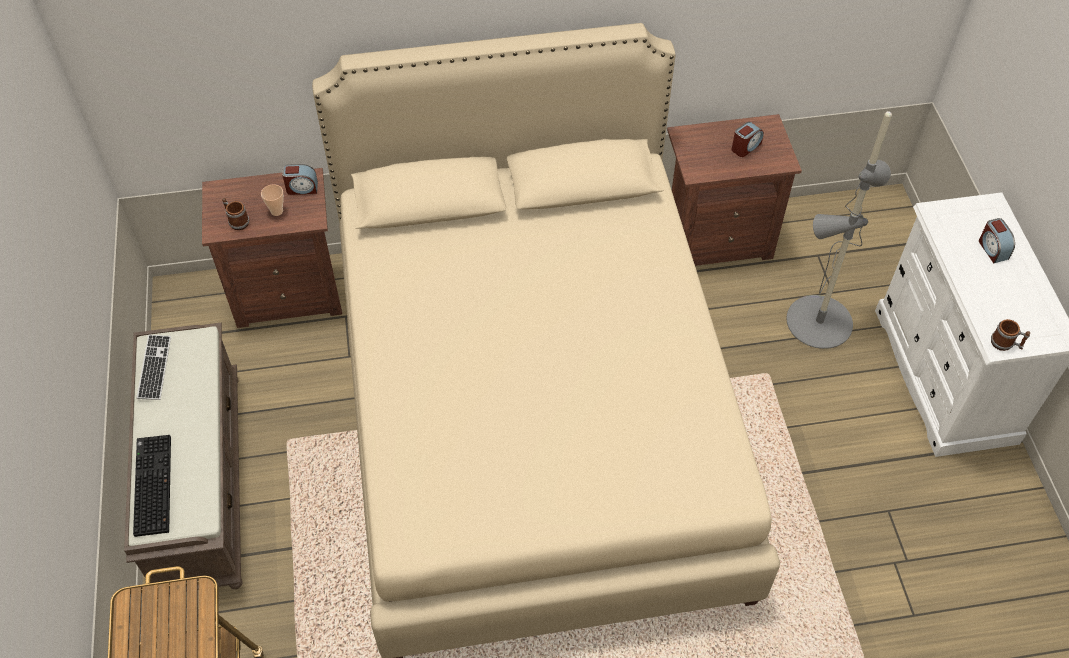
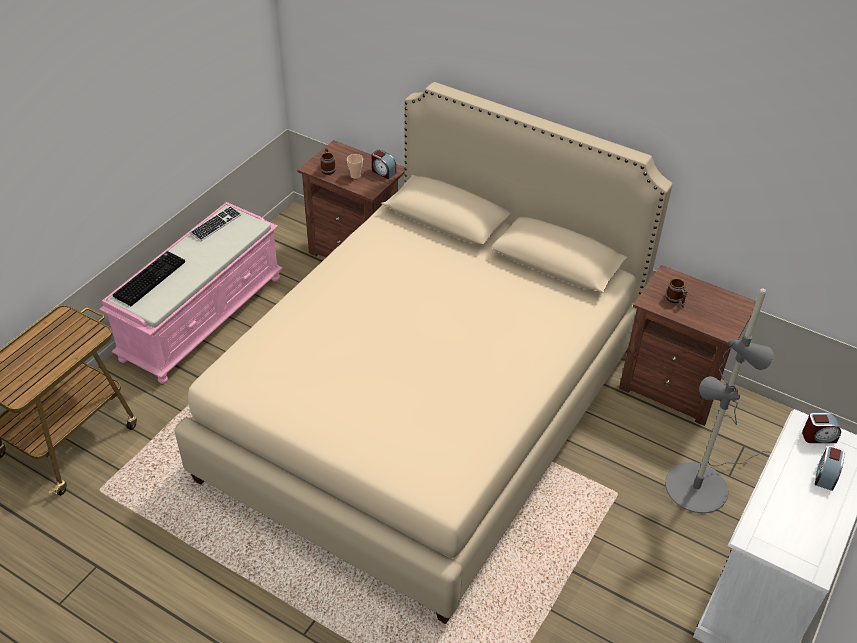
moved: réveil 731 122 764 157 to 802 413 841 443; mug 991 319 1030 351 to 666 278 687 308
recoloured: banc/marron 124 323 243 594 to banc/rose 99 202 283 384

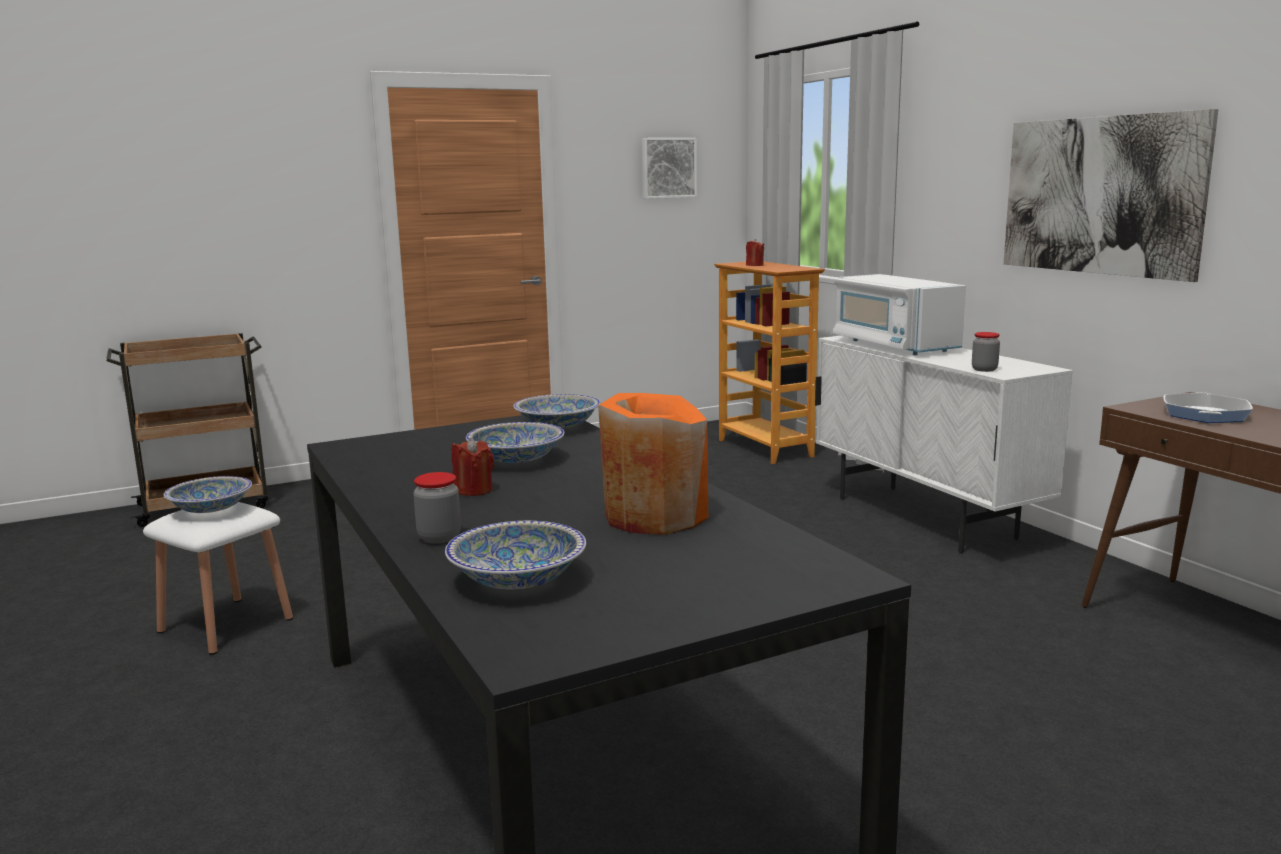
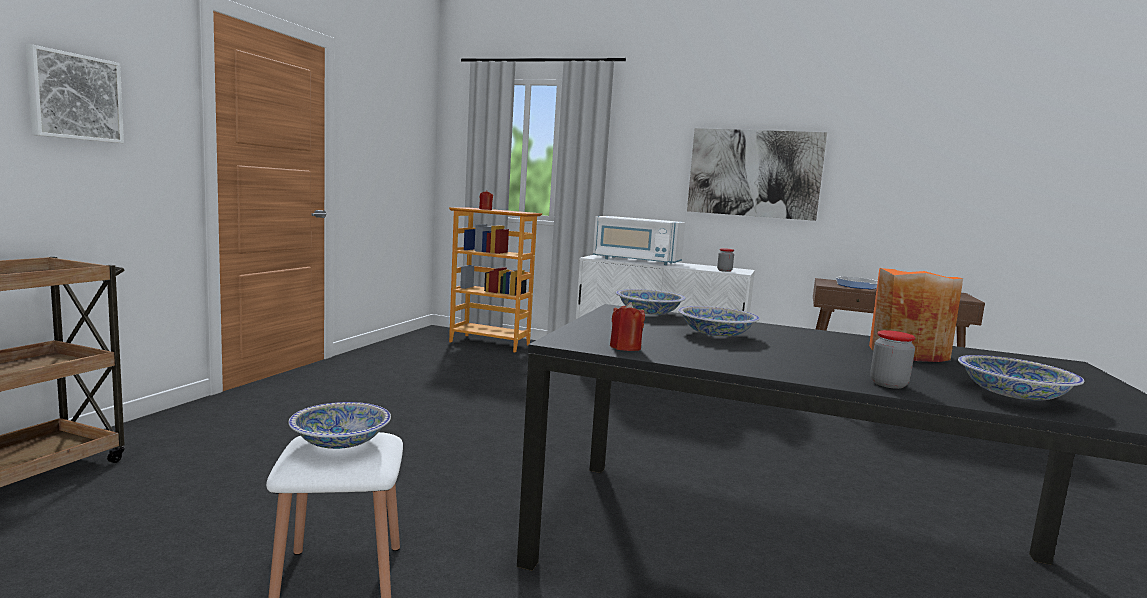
moved: tableau 642 138 697 199 to 26 45 124 143; bougie/rouge 451 438 494 496 to 610 302 645 351

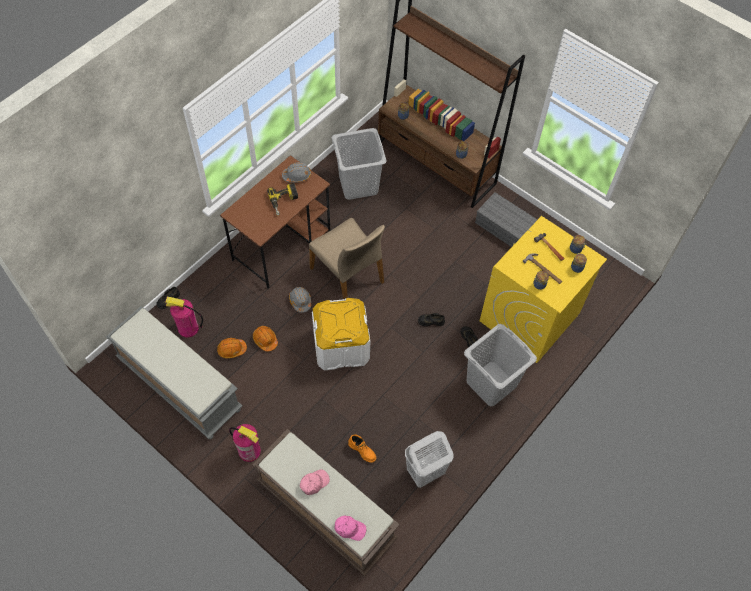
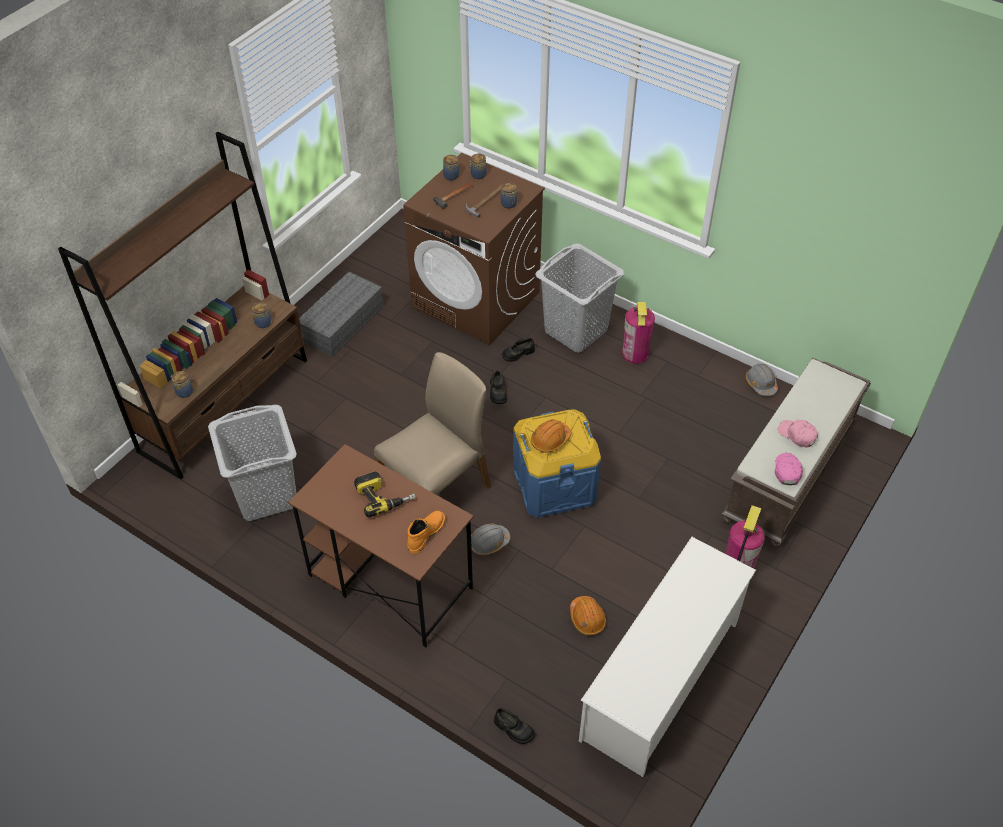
removed: panier à linge/blanc 405 431 454 488
moved: casque de chantier/gris 282 162 311 182 to 746 364 778 396; extincteur 165 297 203 337 to 622 302 655 364; casque de chantier/orange 253 326 278 351 to 531 419 571 453; botte/orange 348 434 376 463 to 407 511 445 554; casquette/rose 335 516 366 541 to 775 453 803 485
replaced: banc/gris 106 306 243 439 to étagère à chaussures/blanc 579 537 756 777
recoloured: lave-linge/jaune 480 216 607 363 to lave-linge/marron 403 153 545 345; boîte de rangement/blanc 312 298 370 370 to boîte de rangement/bleu 513 409 601 518

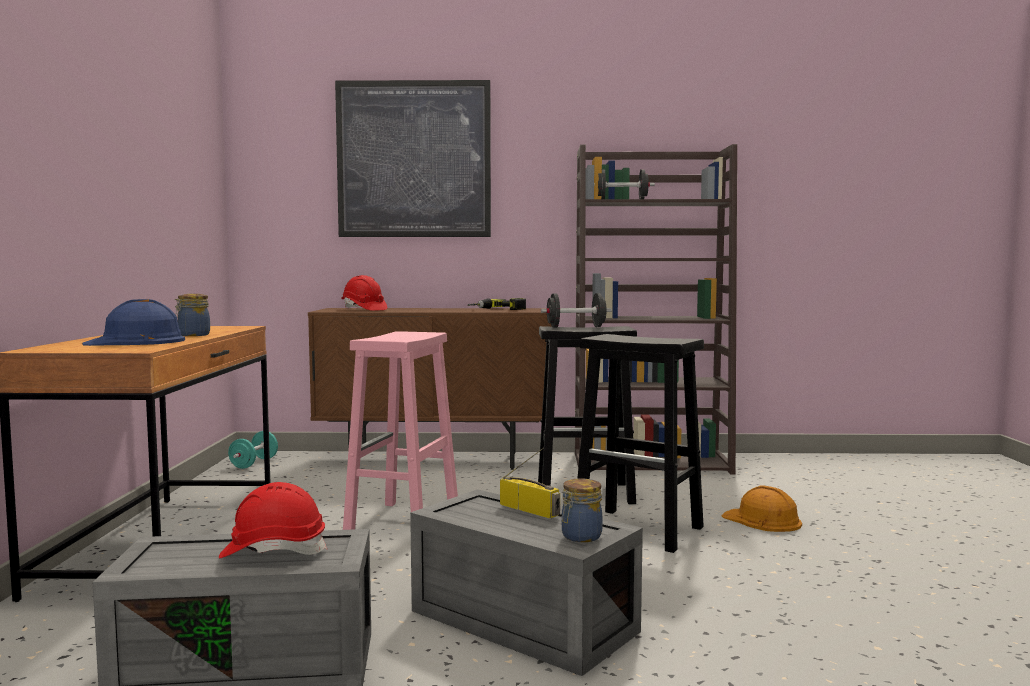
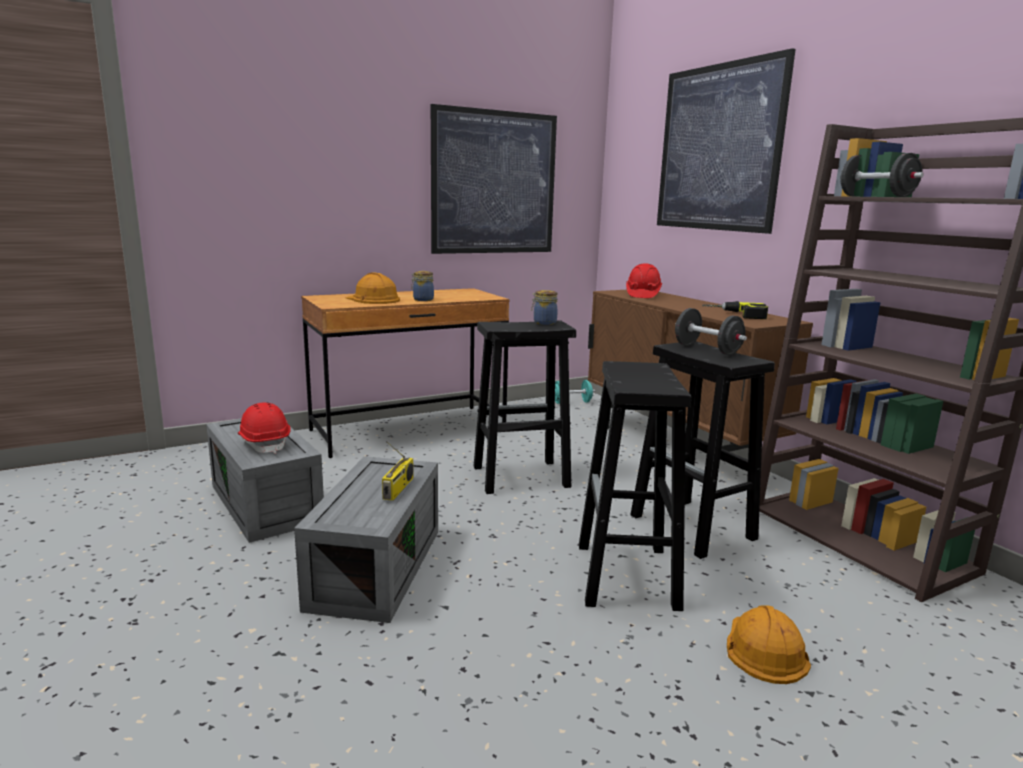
added: tableau 431 104 557 254
moved: bocal 562 478 603 542 to 531 290 557 325
recoloured: casque de chantier/bleu 82 299 185 346 to casque de chantier/orange 346 272 400 304; tabouret/rose 343 331 458 530 to tabouret/noir 474 320 576 494

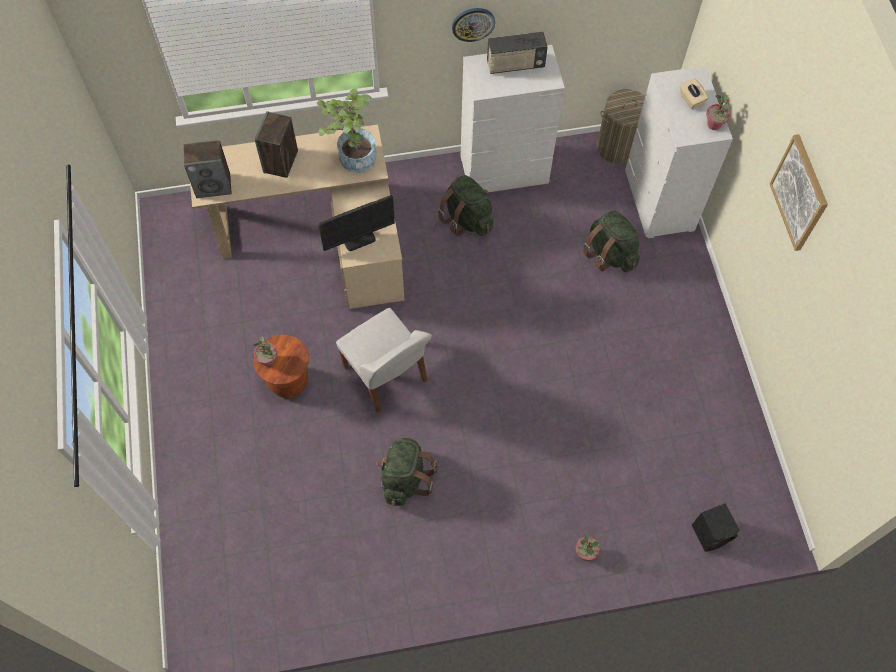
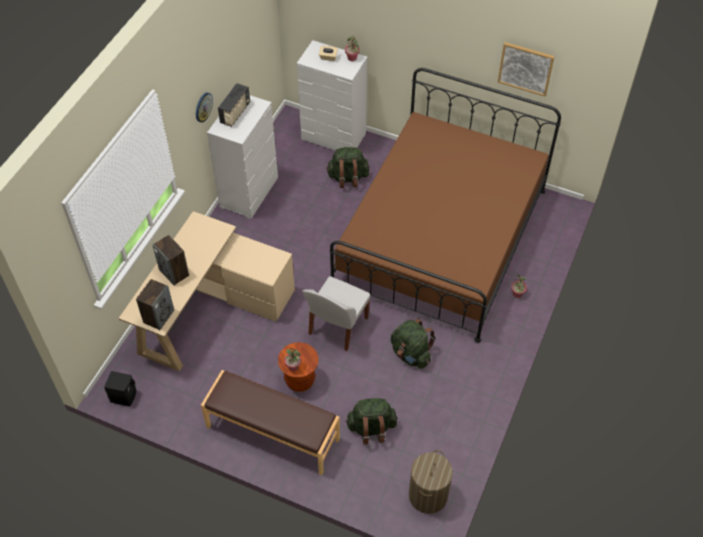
removed: plante en pot 317 89 377 173; écran d'ordinateur 318 195 395 251
added: lit/marron 329 68 561 343; banc/marron 201 370 340 475
moved: panier à linge 597 89 645 164 to 409 450 453 514; tableau 769 134 828 251 to 498 42 555 96; sac à dos/vert 438 175 493 236 to 345 398 397 444; enceinte/noir 692 503 740 552 to 104 371 136 407
turned: chaise/blanc 336 308 432 413 = 302 276 370 351 120 degrees clockwise

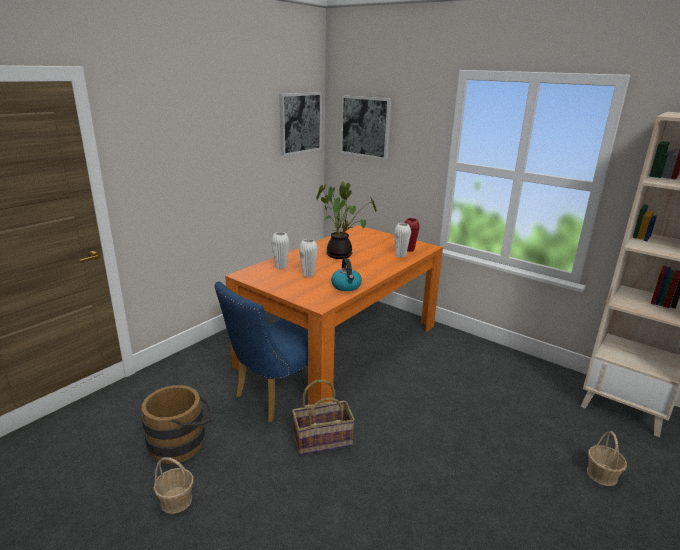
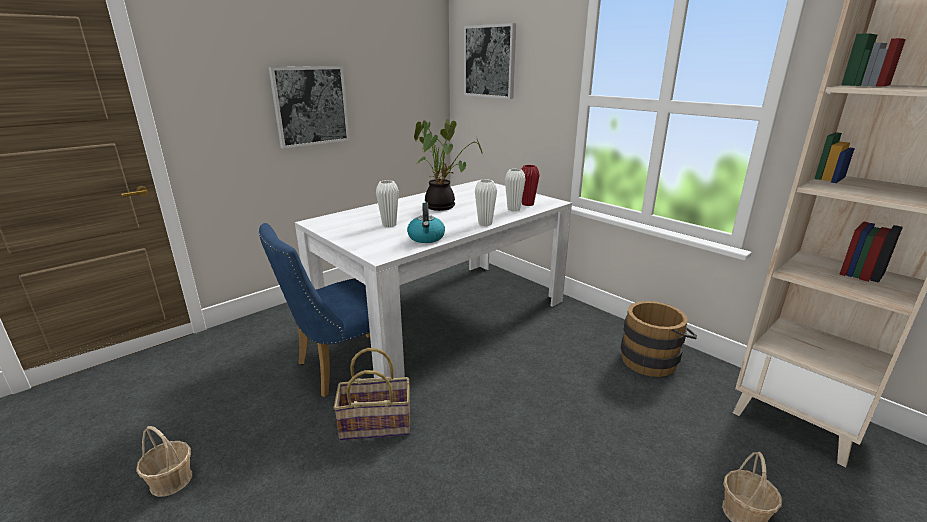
moved: tableau 279 92 322 156 to 269 66 350 149; vase/blanc 271 232 290 269 to 475 179 497 226; seau/marron 142 385 213 464 to 621 301 697 377
recoloured: table à manger/orange 225 225 443 405 to table à manger/blanc 295 180 572 378

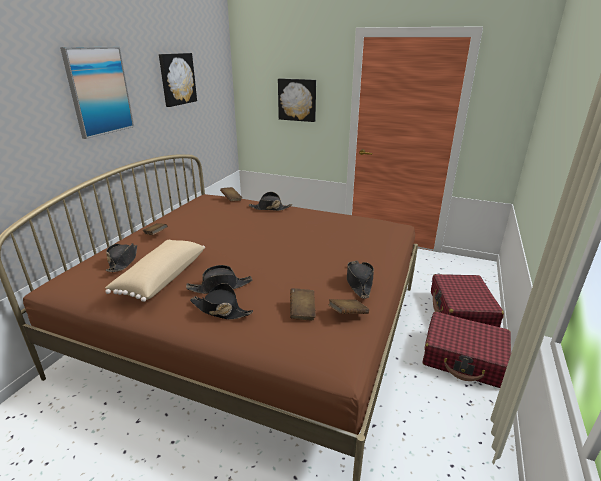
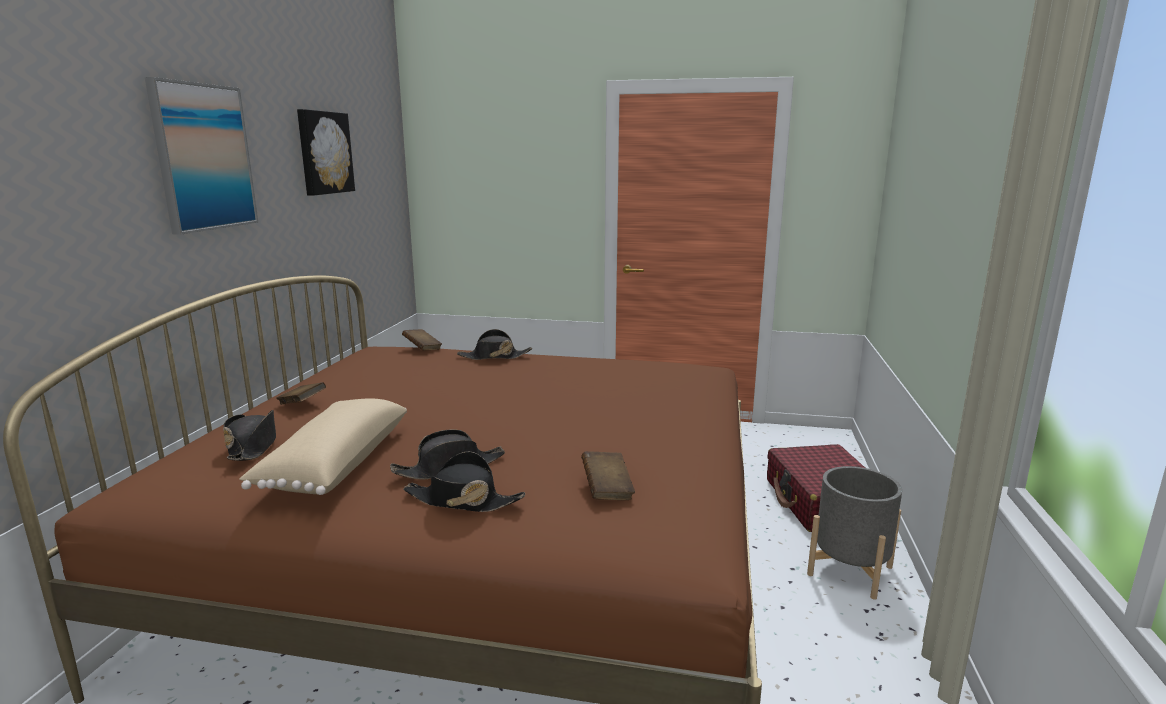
removed: tableau 278 78 316 122; chapeau/noir 347 261 374 299; livre/marron 328 299 369 314
replaced: valise/rouge 422 311 511 388 to cache-pot/gris 807 466 902 600

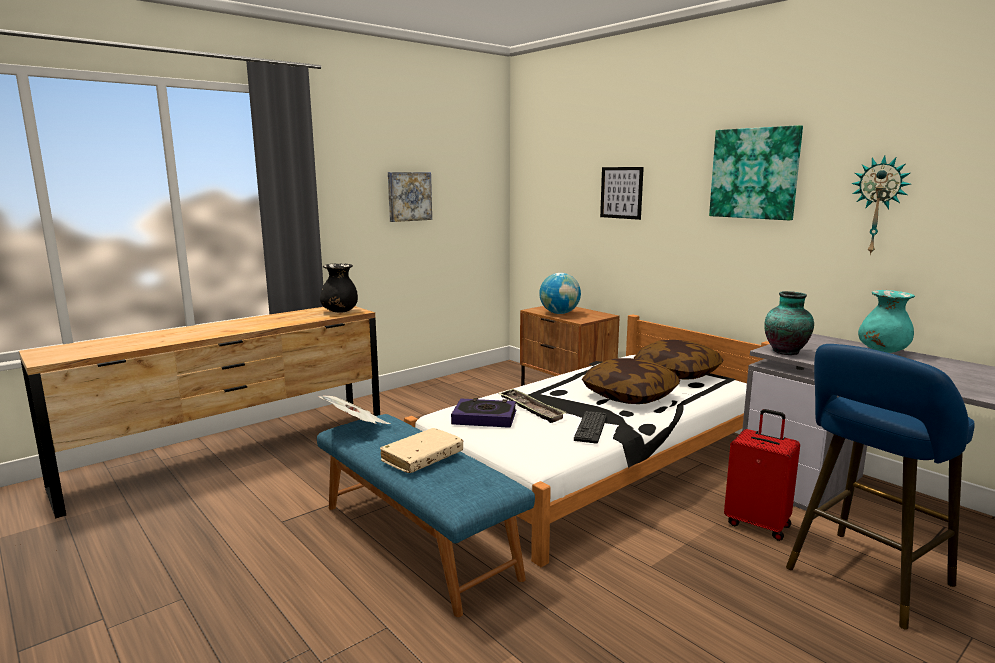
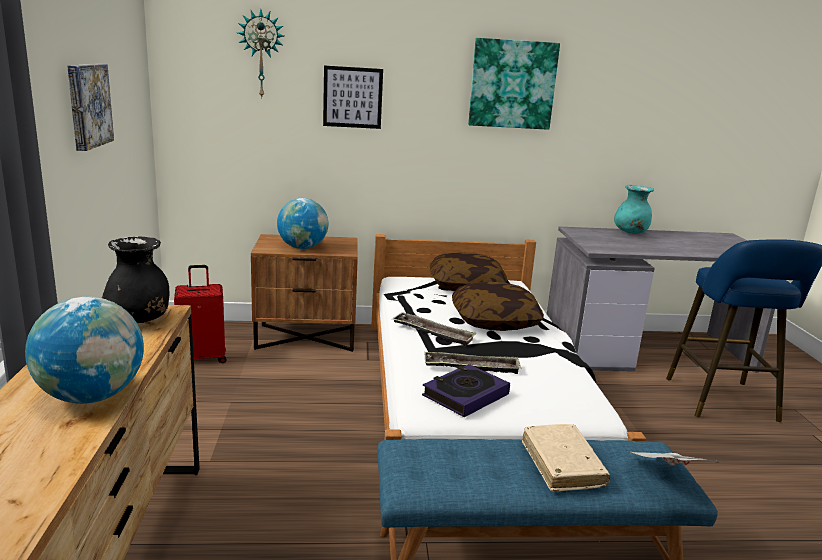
removed: vase 764 291 814 355; clavier 574 411 607 444
added: globe 25 297 144 404; plateau 392 312 476 346
moved: horloge murale 851 155 911 255 to 238 9 284 98; journal 318 396 391 424 to 630 452 722 466; valise/rouge 724 409 800 541 to 174 265 226 363

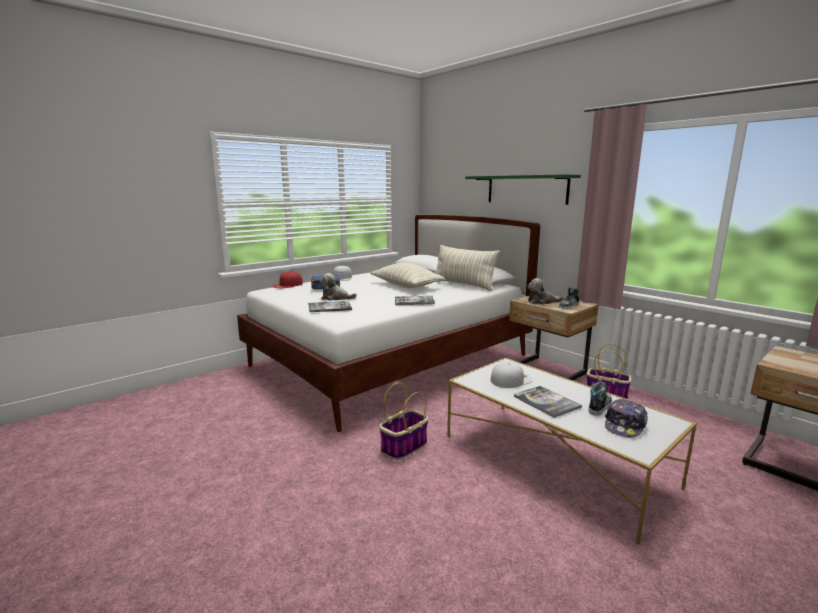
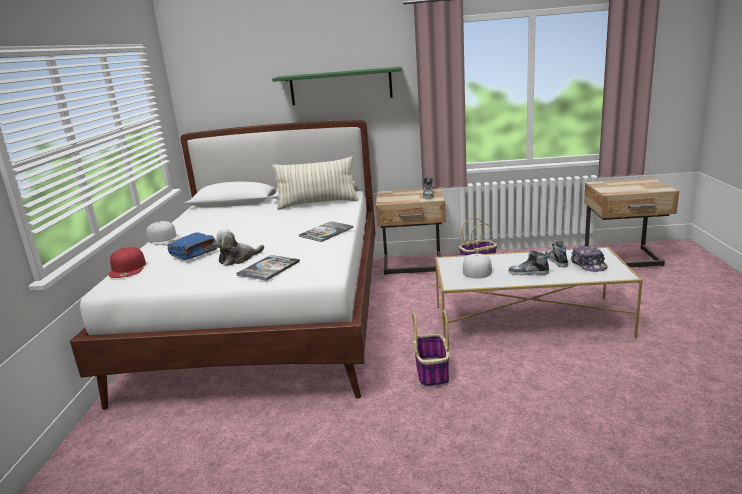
removed: coussin 370 263 445 288; peluche 527 278 564 305
replaced: livre 514 386 582 418 to chaussure 509 250 550 275

